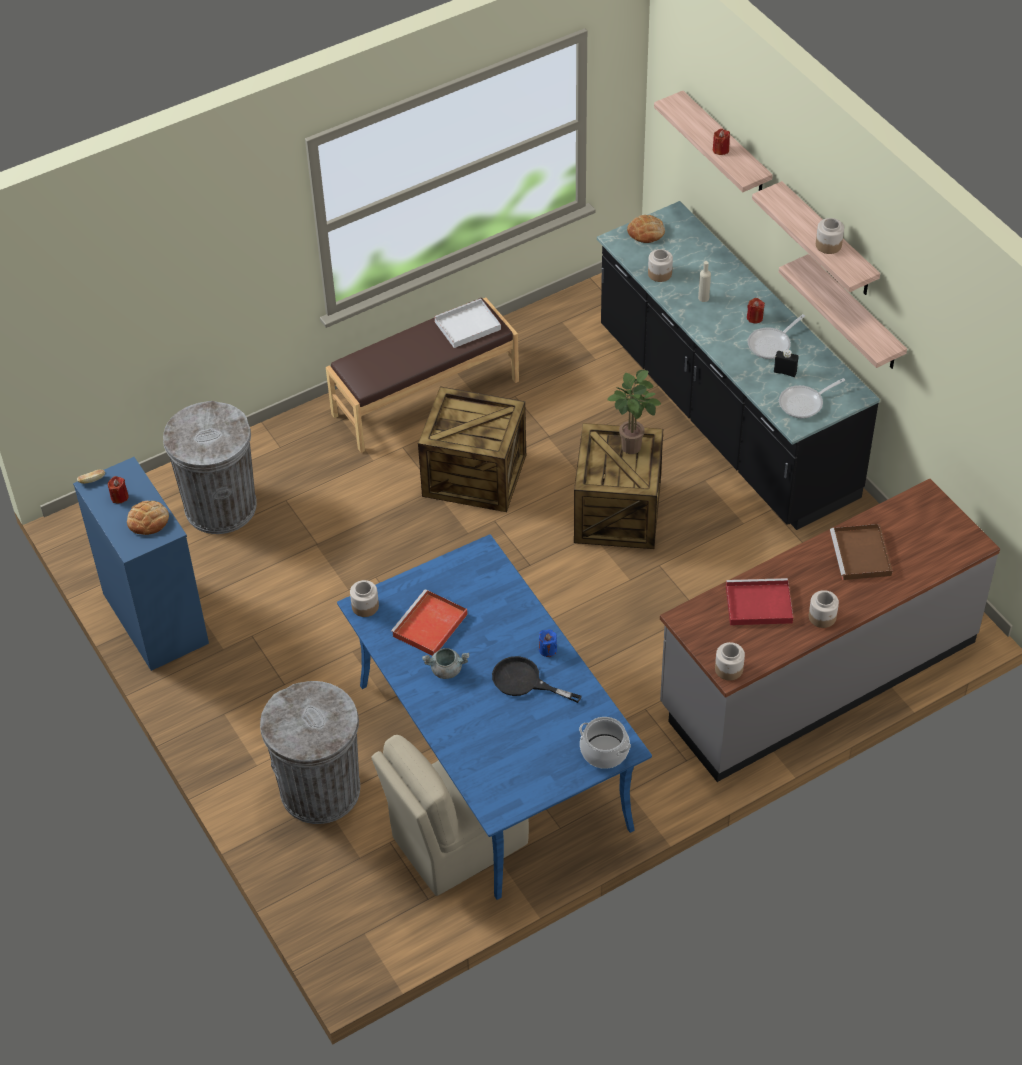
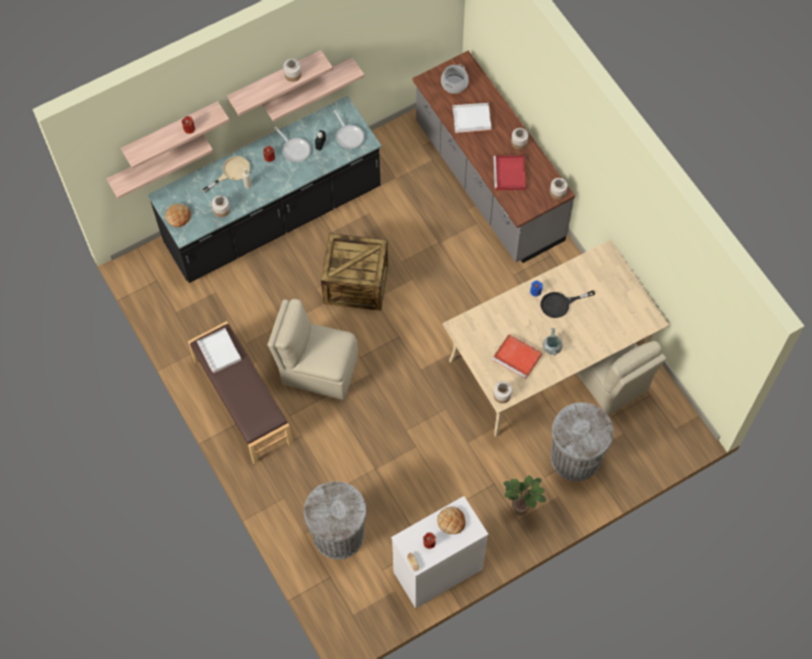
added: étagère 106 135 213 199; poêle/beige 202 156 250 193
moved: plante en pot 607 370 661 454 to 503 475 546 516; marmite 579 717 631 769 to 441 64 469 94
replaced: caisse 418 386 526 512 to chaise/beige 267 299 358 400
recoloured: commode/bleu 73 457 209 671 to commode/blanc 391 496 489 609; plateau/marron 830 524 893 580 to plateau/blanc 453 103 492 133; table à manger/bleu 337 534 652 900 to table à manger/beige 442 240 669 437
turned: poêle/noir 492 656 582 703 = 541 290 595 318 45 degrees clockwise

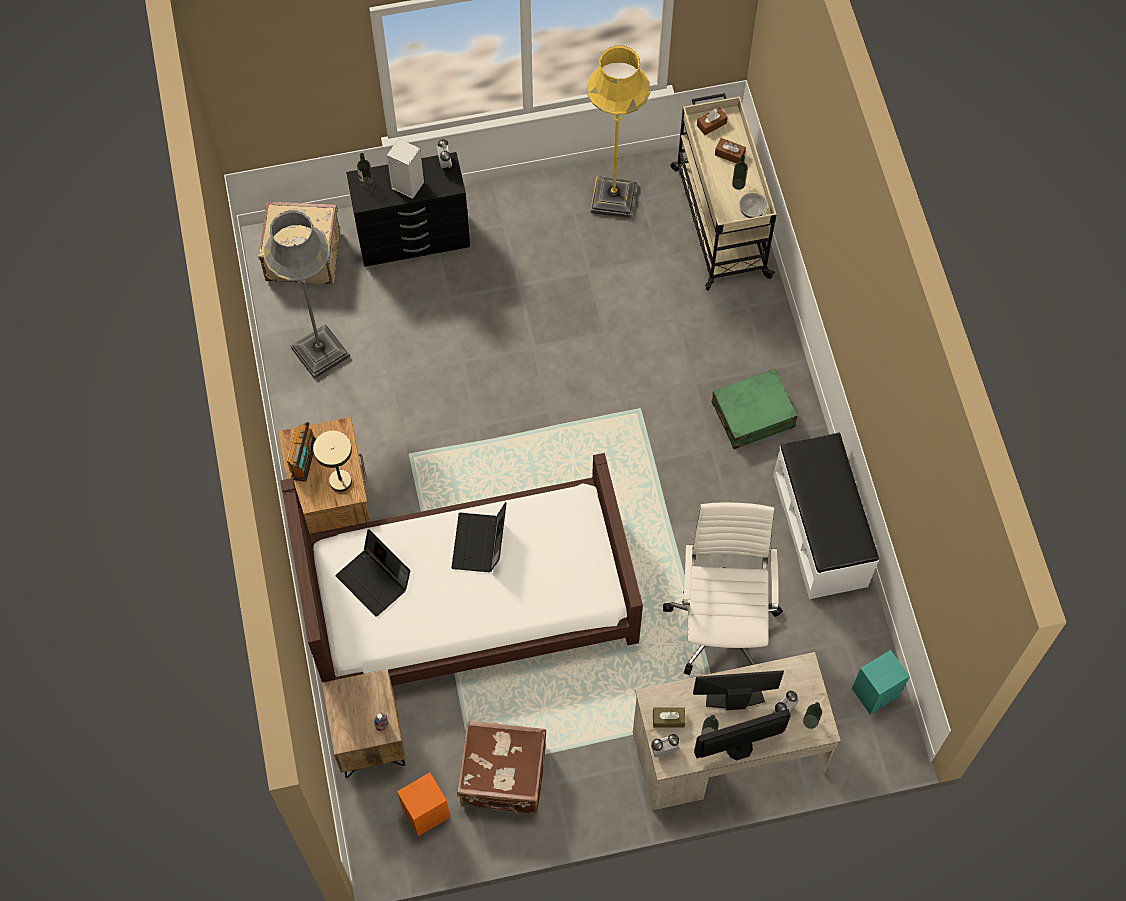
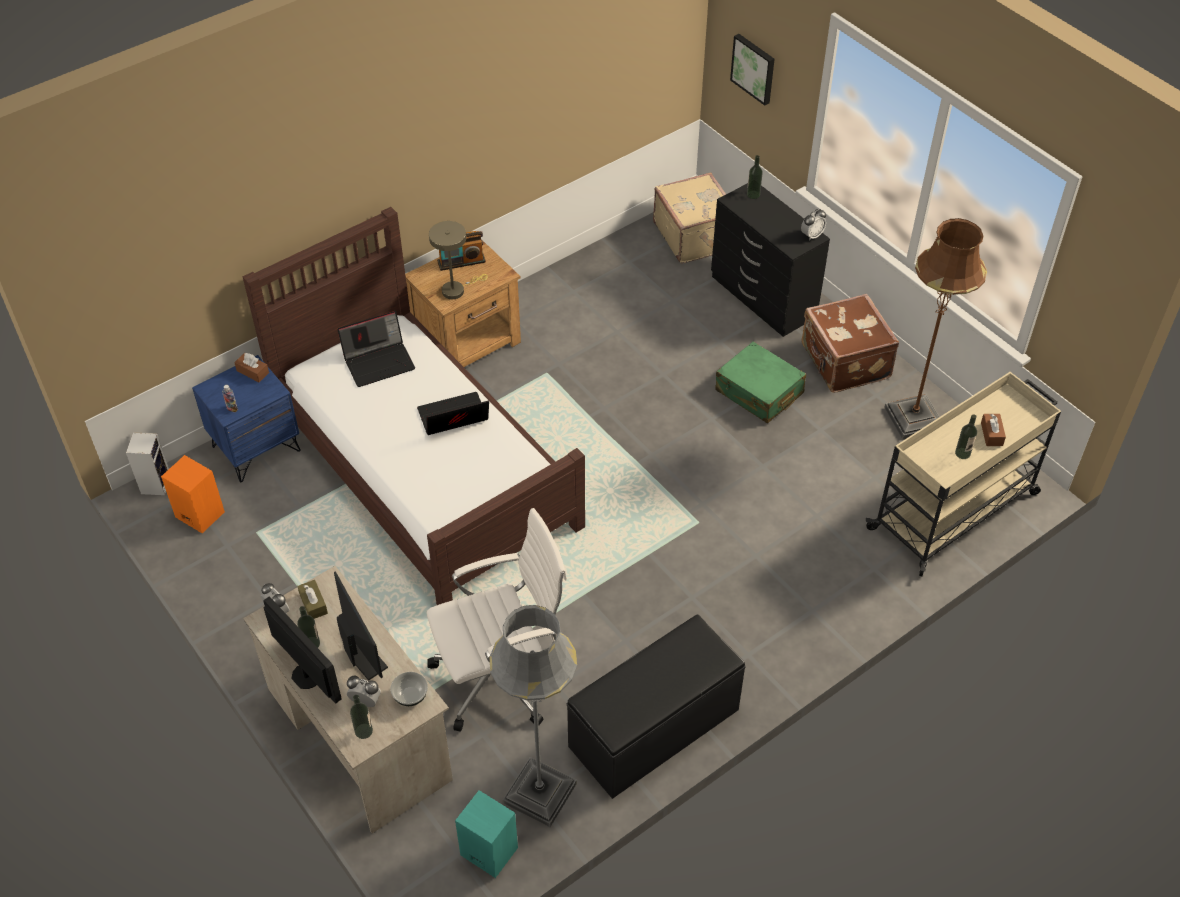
added: tableau 730 34 774 106
moved: boîte à mouchoirs/marron 697 107 728 135 to 234 353 269 382; enceinte 387 138 424 199 to 126 432 169 495; bol 739 193 767 218 to 391 672 428 706; lampadaire/gris 264 210 350 379 to 490 605 577 827; valise/vert 712 368 797 449 to 716 341 806 424; valise/marron 457 721 546 817 to 802 294 899 393
recoloured: lampadaire/jaune 587 46 650 219 to lampadaire/marron 884 218 987 440; banc/blanc 773 433 879 599 to banc/noir 567 614 746 799; table de chevet/marron 322 669 406 778 to table de chevet/bleu 192 355 301 482
turned: ordinateur portable 336 530 410 617 = 337 311 415 387 135 degrees counterclockwise

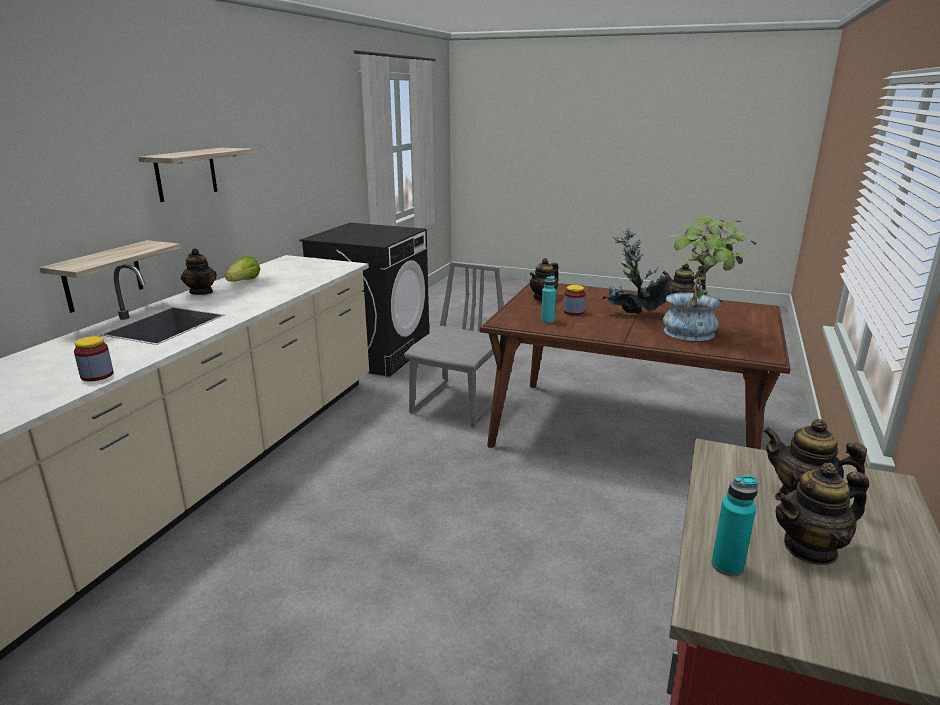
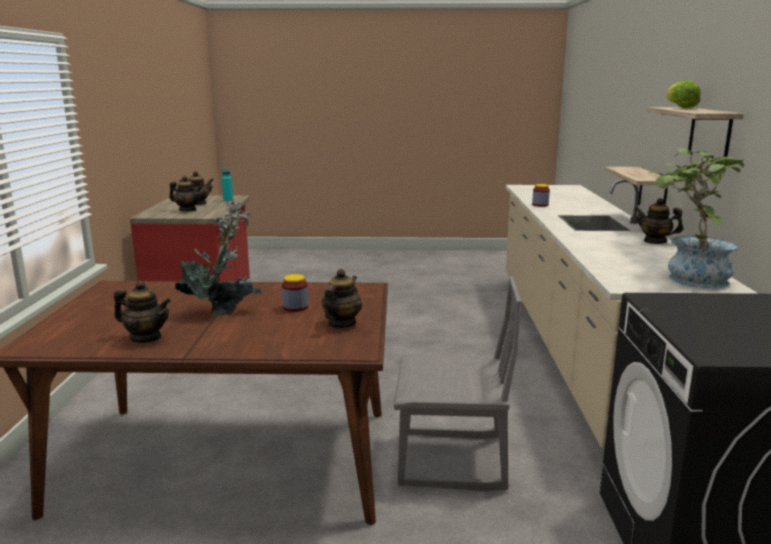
removed: bouteille/turquoise 541 276 556 323
moved: plante en pot 663 215 756 341 to 649 148 744 288; laitue 225 256 260 282 to 666 80 701 108
turned: chaise/gris 404 262 503 427 = 394 276 521 491 90 degrees counterclockwise

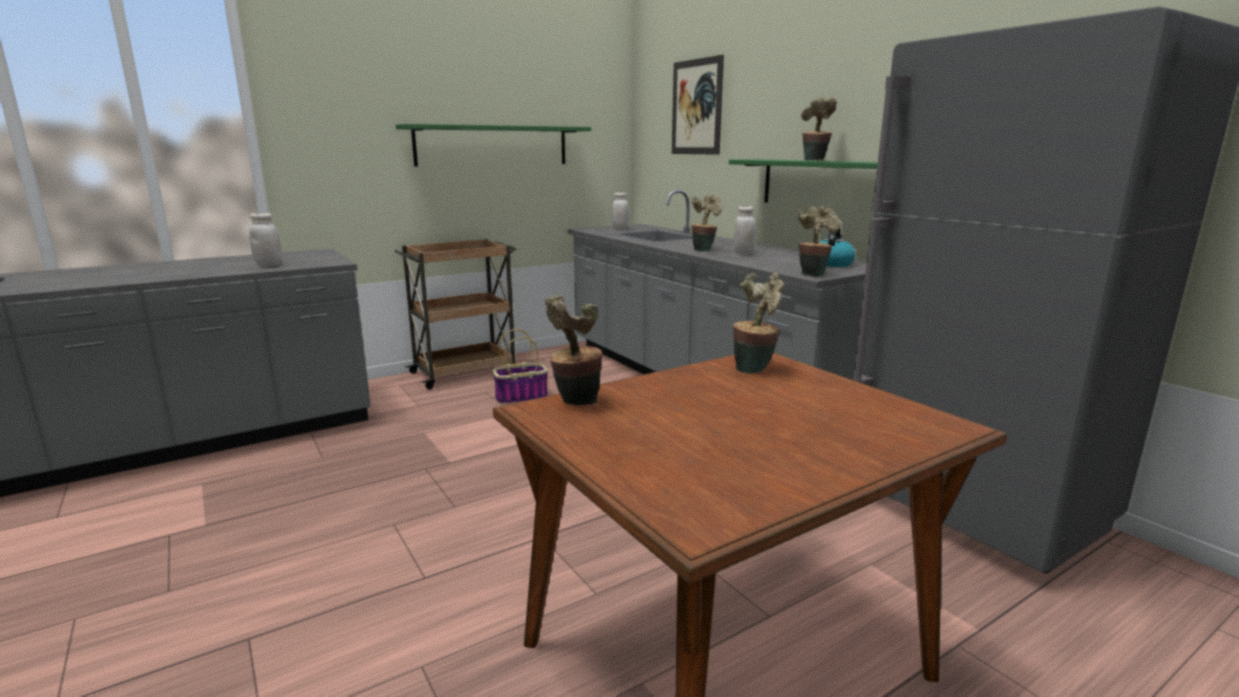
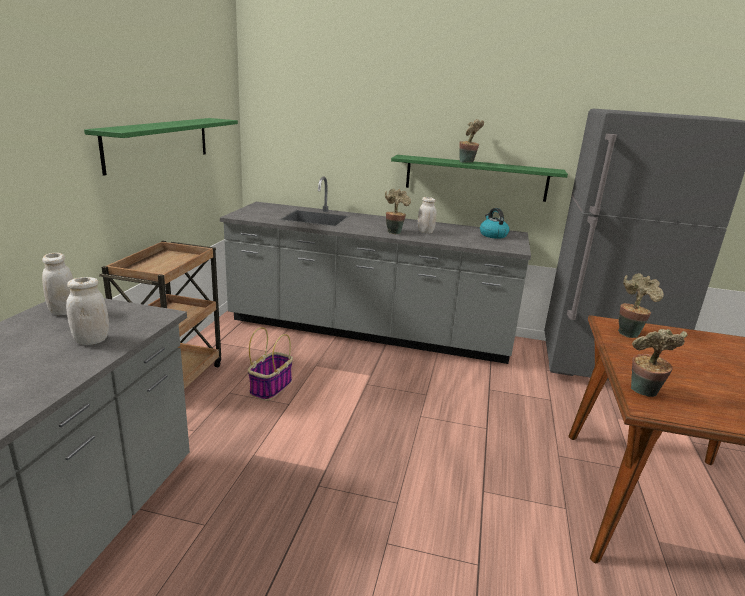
removed: tableau 672 55 724 155; plante en pot 798 206 841 277
moved: bocal/blanc 612 192 629 230 to 42 253 73 315

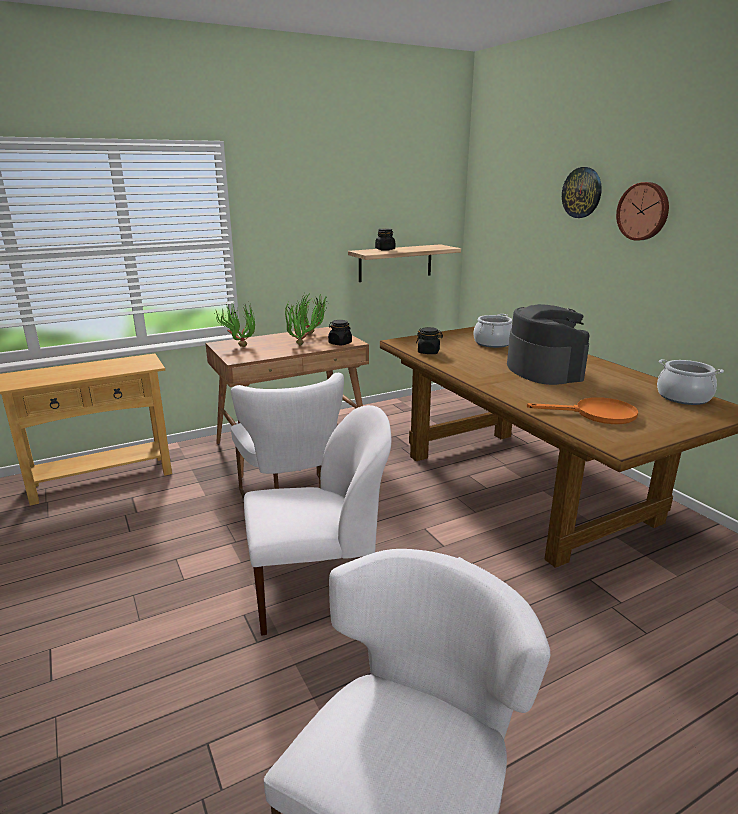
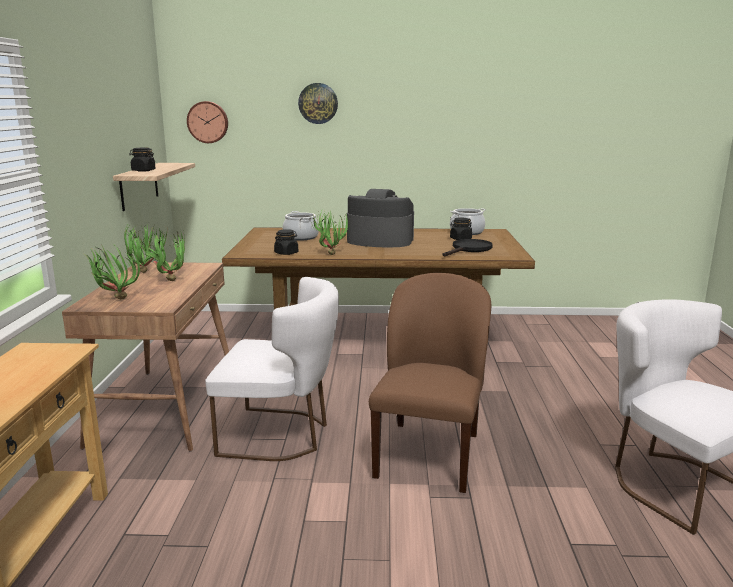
added: plante en pot 311 211 350 255
moved: horloge murale 616 182 669 241 to 187 101 228 143; bocal/noir 328 320 352 345 to 450 217 472 240
recoloured: poêle/orange 527 397 638 424 to poêle/noir 443 239 493 256; chaise/blanc 244 405 391 636 to chaise/marron 369 273 491 493

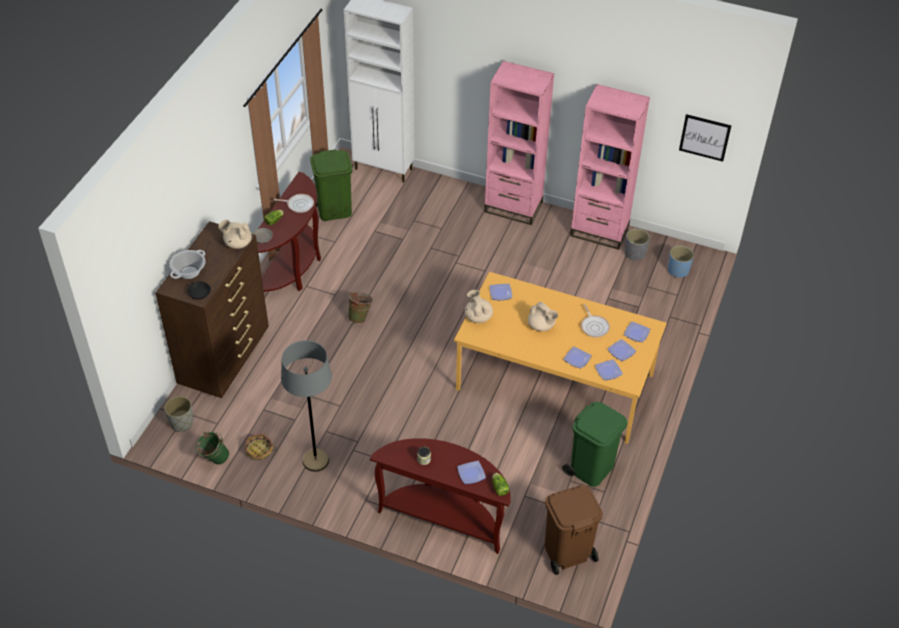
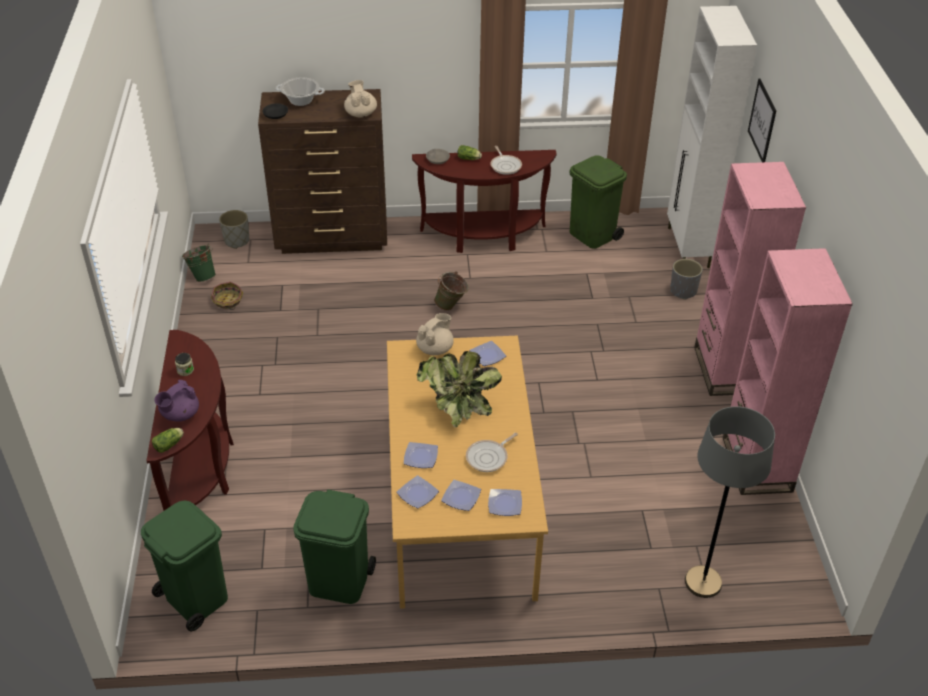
removed: cache-pot/bleu 668 245 694 278
moved: tableau 679 114 732 162 to 748 79 776 162; cache-pot/gris 625 228 650 260 to 670 259 703 299; lampadaire/gris 281 340 332 472 to 685 406 775 598
replaced: théière/beige 528 302 558 331 to plante en pot 417 351 502 427; assiette 457 461 486 484 to théière/violet 154 380 199 422
recoloured: poubelle/marron 545 485 603 575 to poubelle/vert 141 500 228 632

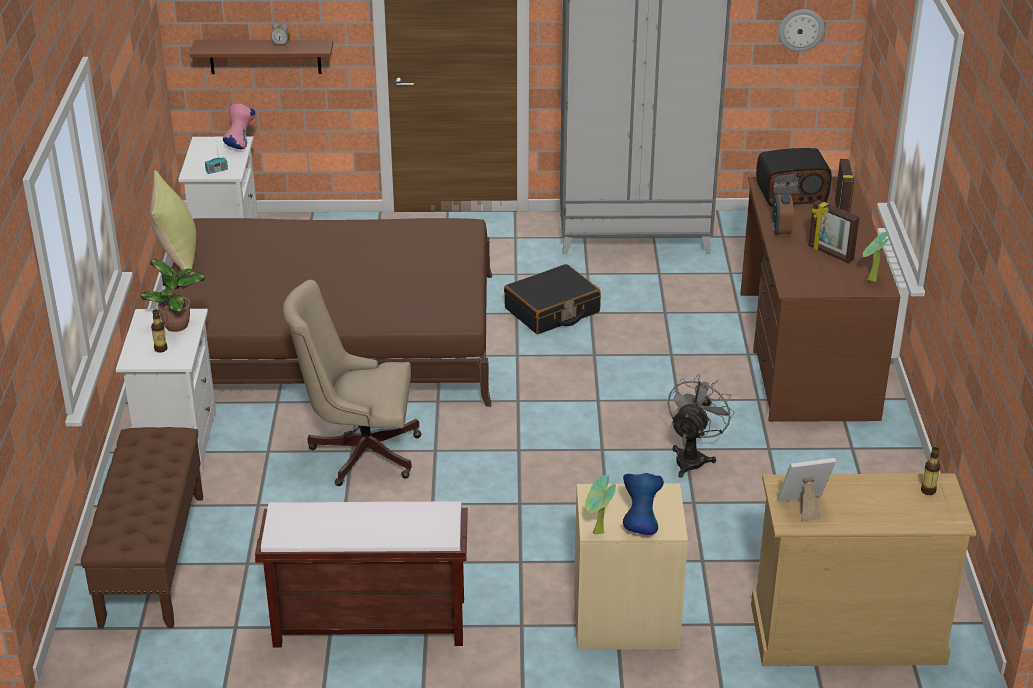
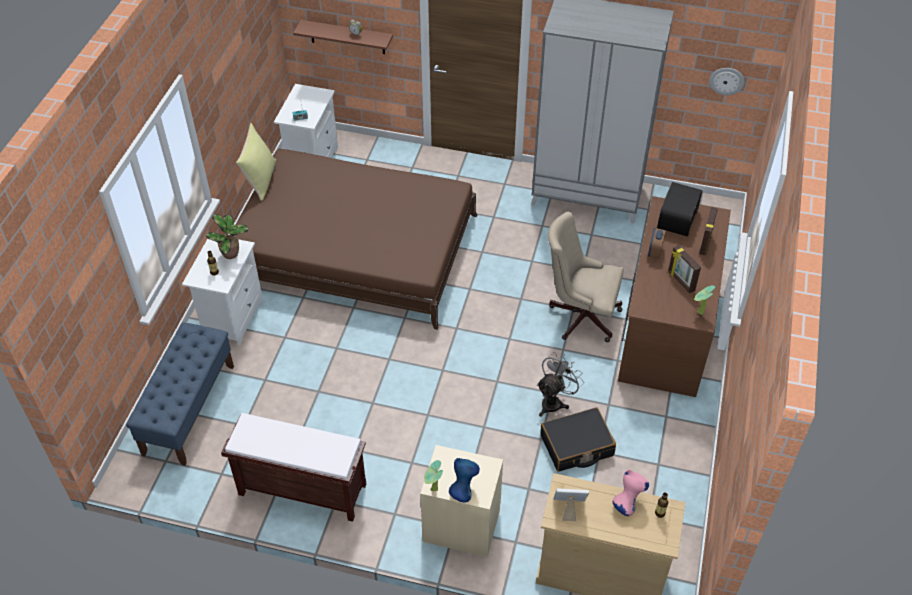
moved: vase/rose 223 104 256 149 to 613 470 649 516; valise/noir 504 264 601 334 to 540 407 616 472; chaise de bureau/beige 283 280 421 486 to 548 212 624 342
recoloured: banc/marron 81 427 203 628 to banc/bleu 126 323 234 466
turned: radio 756 148 831 207 = 657 182 703 237 75 degrees counterclockwise

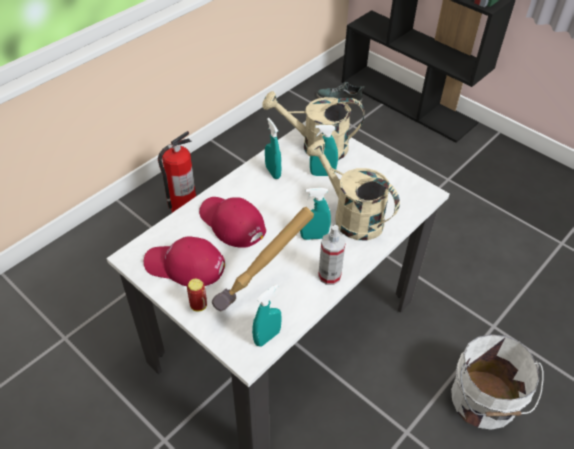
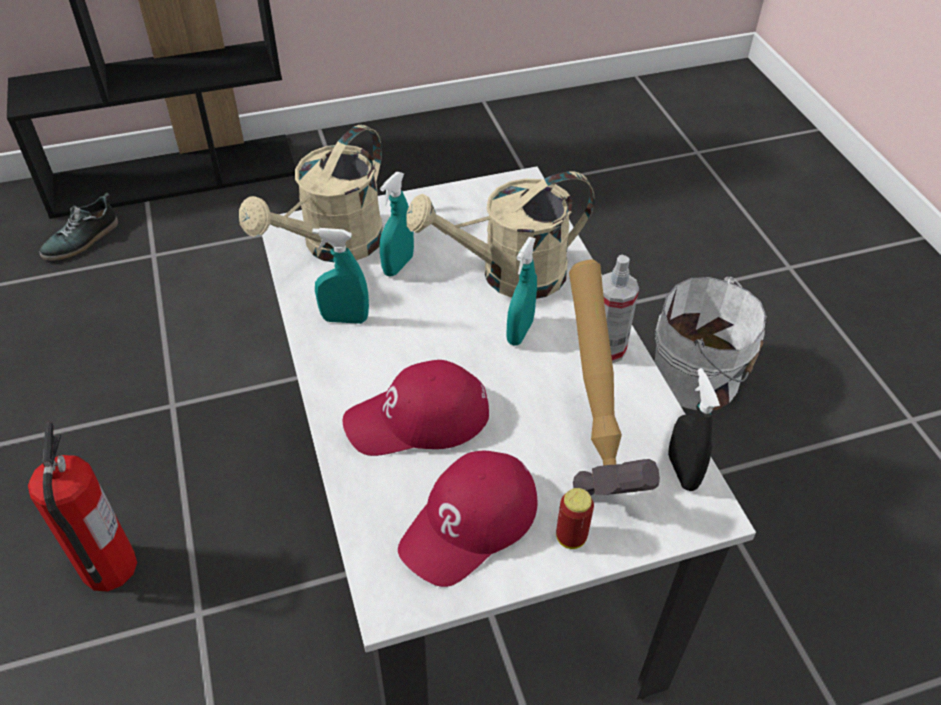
recoloured: vaporisateur/turquoise 252 284 281 347 to vaporisateur/noir 668 368 720 491

